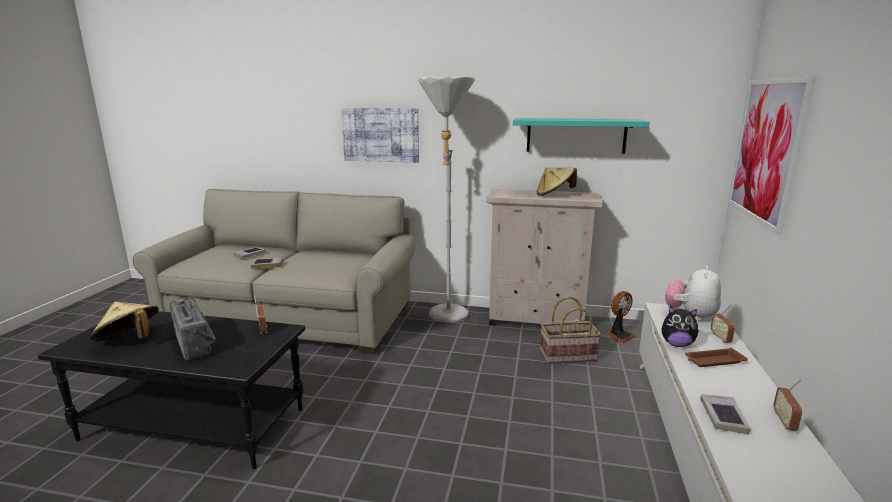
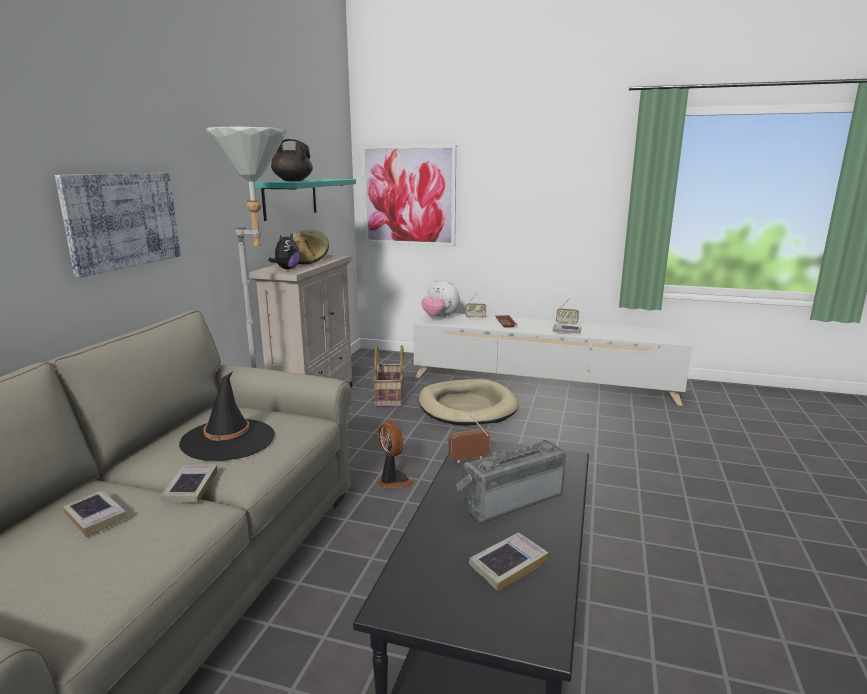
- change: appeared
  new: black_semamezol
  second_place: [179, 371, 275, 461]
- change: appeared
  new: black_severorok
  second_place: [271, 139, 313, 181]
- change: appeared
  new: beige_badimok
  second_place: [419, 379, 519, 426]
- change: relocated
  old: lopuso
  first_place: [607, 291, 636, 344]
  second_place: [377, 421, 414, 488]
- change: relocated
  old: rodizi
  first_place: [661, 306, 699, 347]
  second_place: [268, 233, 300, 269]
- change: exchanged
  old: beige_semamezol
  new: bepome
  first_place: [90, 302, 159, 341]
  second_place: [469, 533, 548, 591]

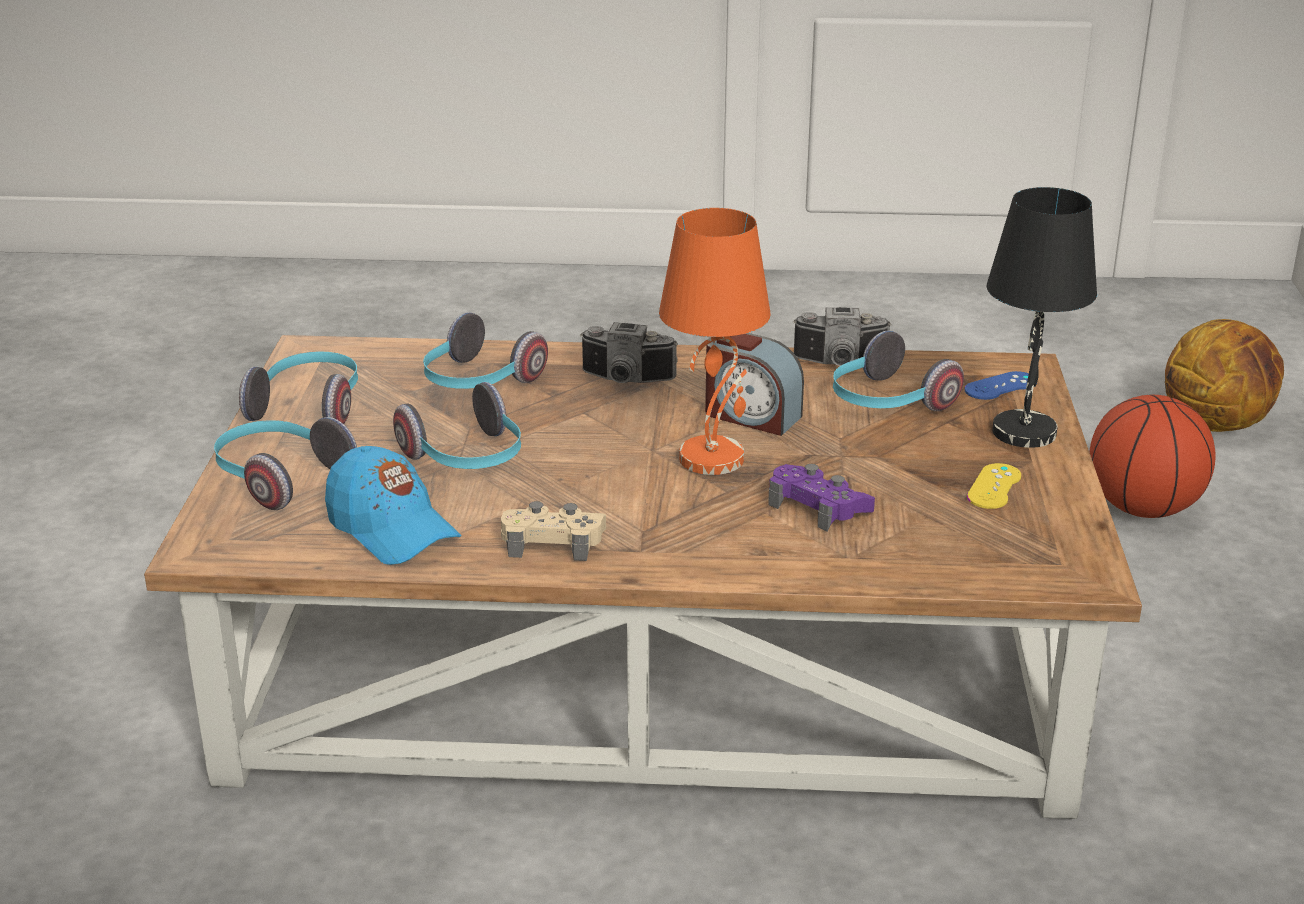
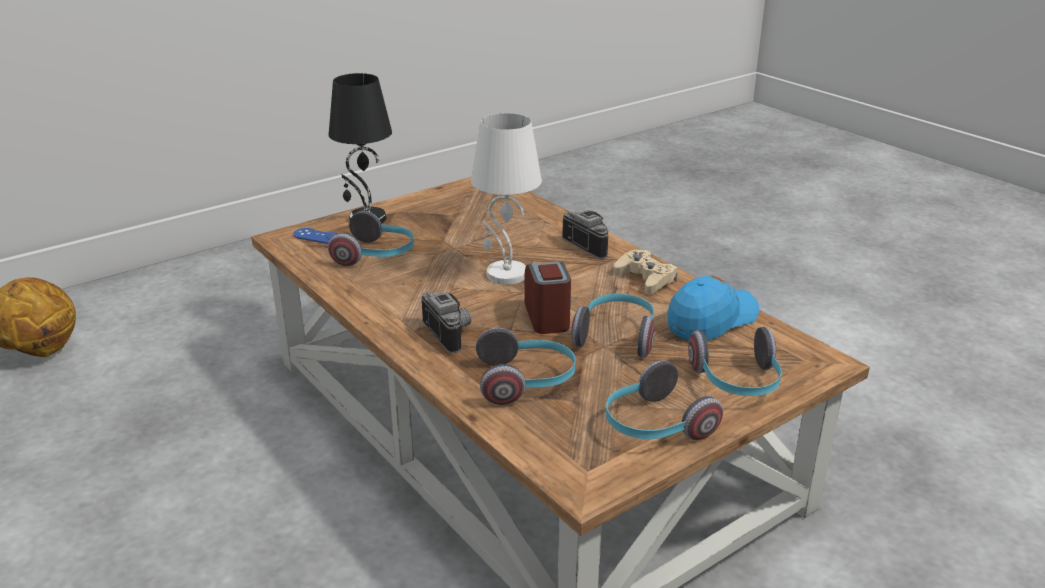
- change: missing
  old: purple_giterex
  first_place: [768, 464, 875, 532]
- change: missing
  old: yellow_giterex
  first_place: [967, 463, 1021, 509]
- change: missing
  old: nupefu
  first_place: [1090, 395, 1216, 518]
- change: relocated
  old: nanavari
  first_place: [705, 333, 804, 436]
  second_place: [524, 262, 571, 334]
- change: relocated
  old: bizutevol
  first_place: [792, 307, 892, 366]
  second_place: [562, 210, 608, 259]
- change: colour
  old: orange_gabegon
  new: white_gabegon
  first_place: [659, 208, 771, 475]
  second_place: [471, 113, 542, 285]
- change: spun
  old: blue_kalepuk
  first_place: [325, 446, 462, 565]
  second_place: [667, 275, 759, 341]
  degrees: 45

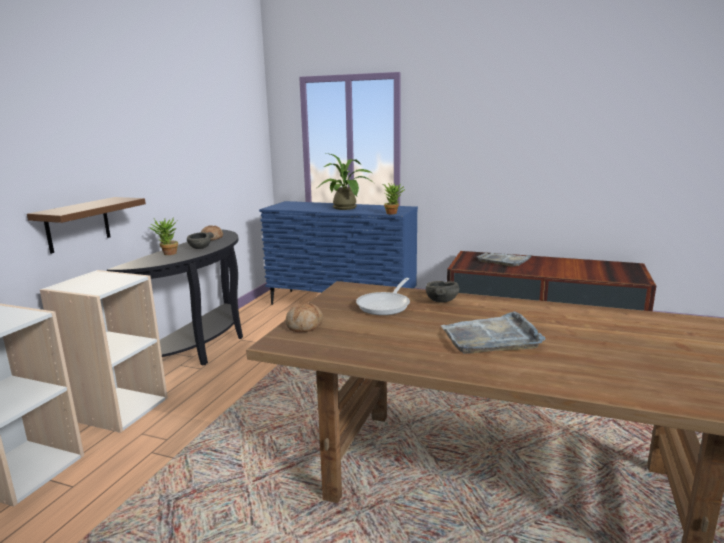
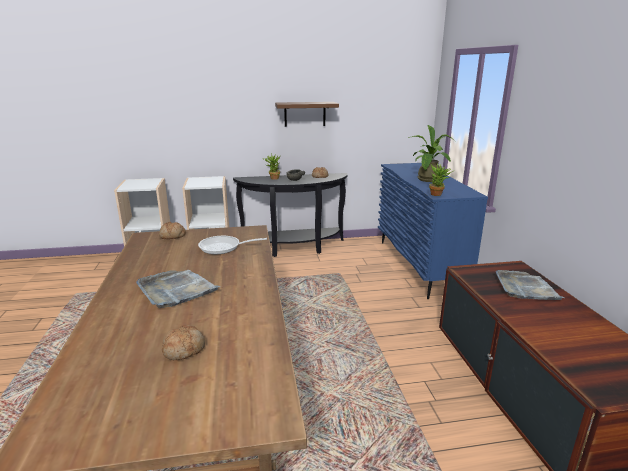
- change: missing
  old: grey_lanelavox
  first_place: [426, 281, 459, 303]
- change: appeared
  new: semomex
  second_place: [162, 325, 205, 360]
- change: relocated
  old: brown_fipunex
  first_place: [27, 197, 146, 254]
  second_place: [275, 102, 339, 127]

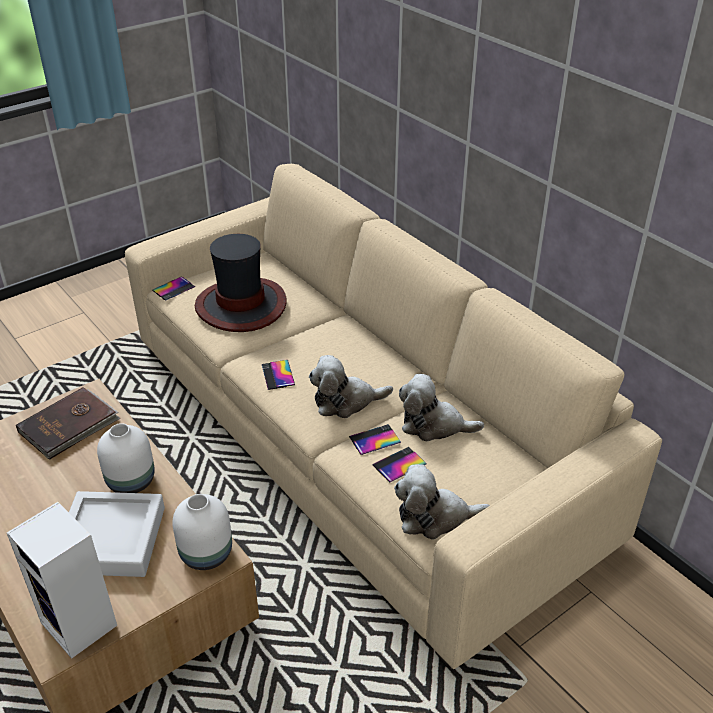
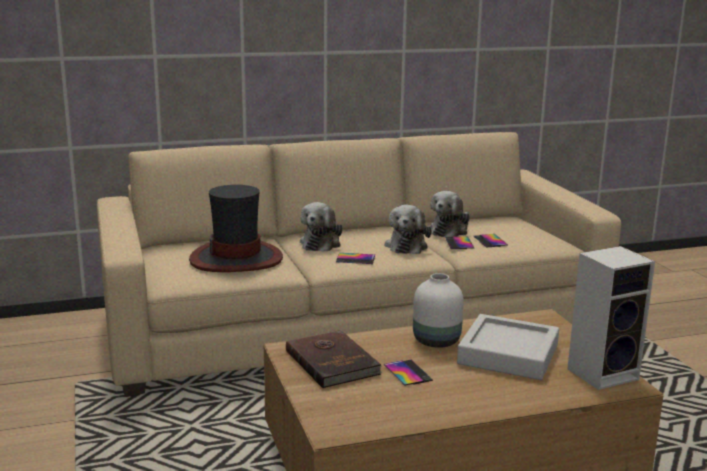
- change: missing
  old: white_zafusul
  first_place: [172, 494, 232, 570]
- change: relocated
  old: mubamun
  first_place: [152, 276, 195, 301]
  second_place: [384, 360, 433, 386]
- change: relocated
  old: rodizi
  first_place: [394, 464, 490, 540]
  second_place: [300, 202, 343, 251]

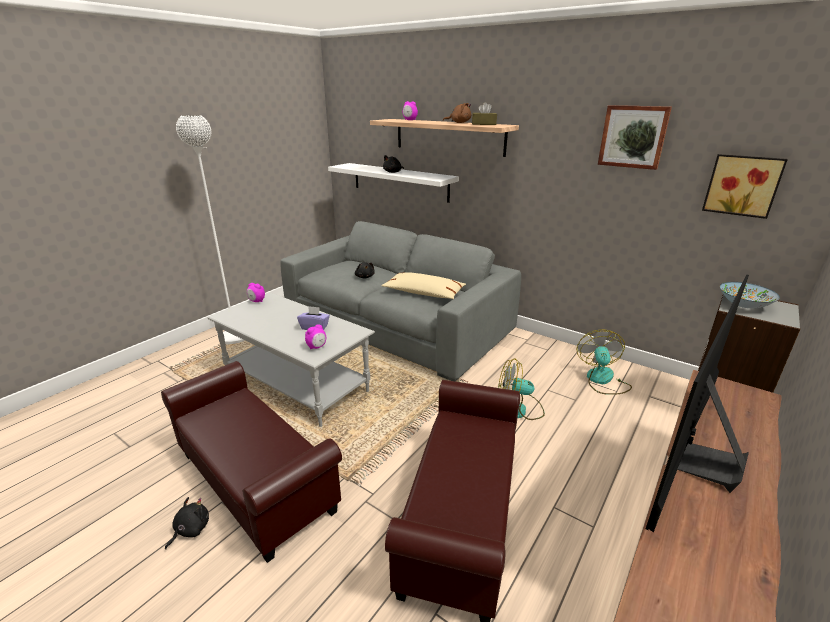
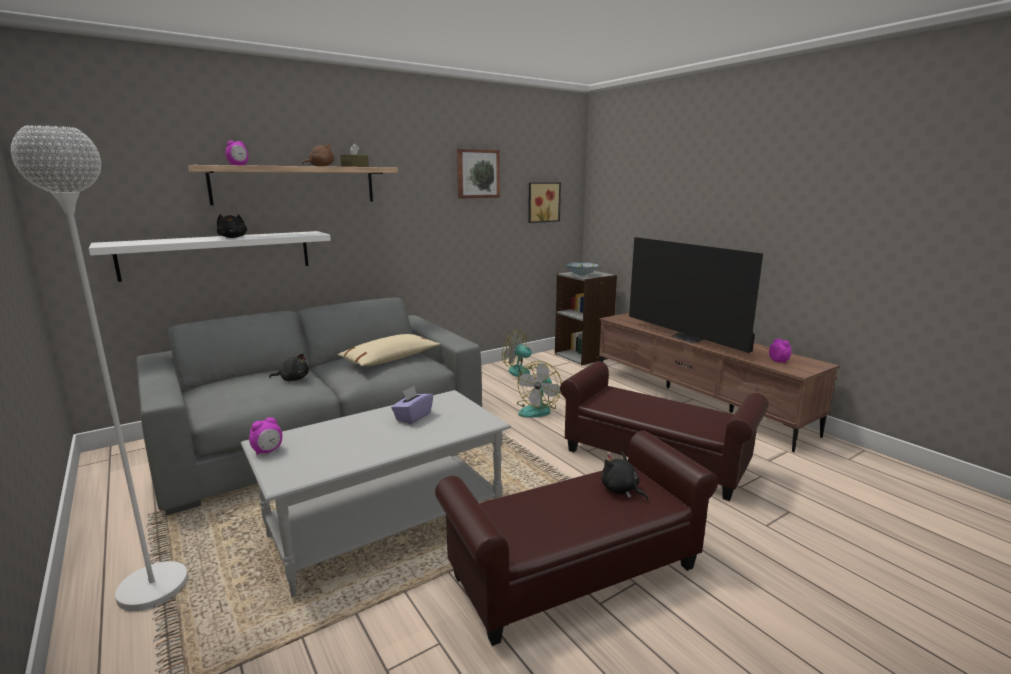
- change: relocated
  old: black_rodizi
  first_place: [165, 497, 209, 550]
  second_place: [601, 452, 648, 501]
- change: relocated
  old: nanavari
  first_place: [305, 325, 326, 350]
  second_place: [769, 339, 792, 363]

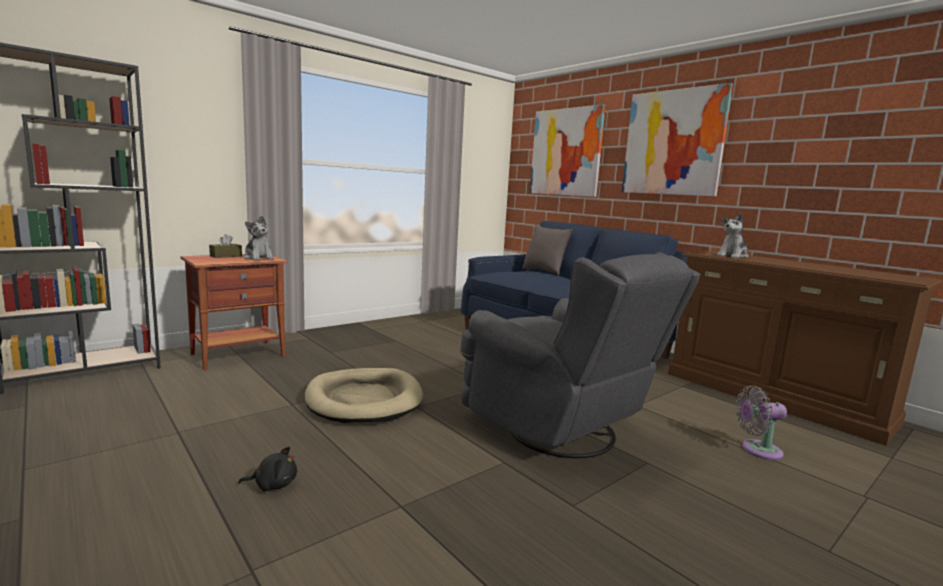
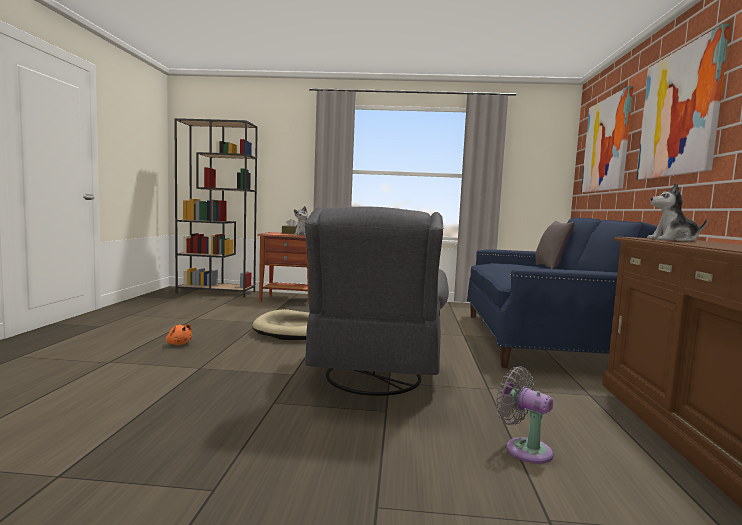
- change: colour
  old: black_rodizi
  new: orange_rodizi
  first_place: [238, 447, 297, 491]
  second_place: [166, 324, 192, 345]

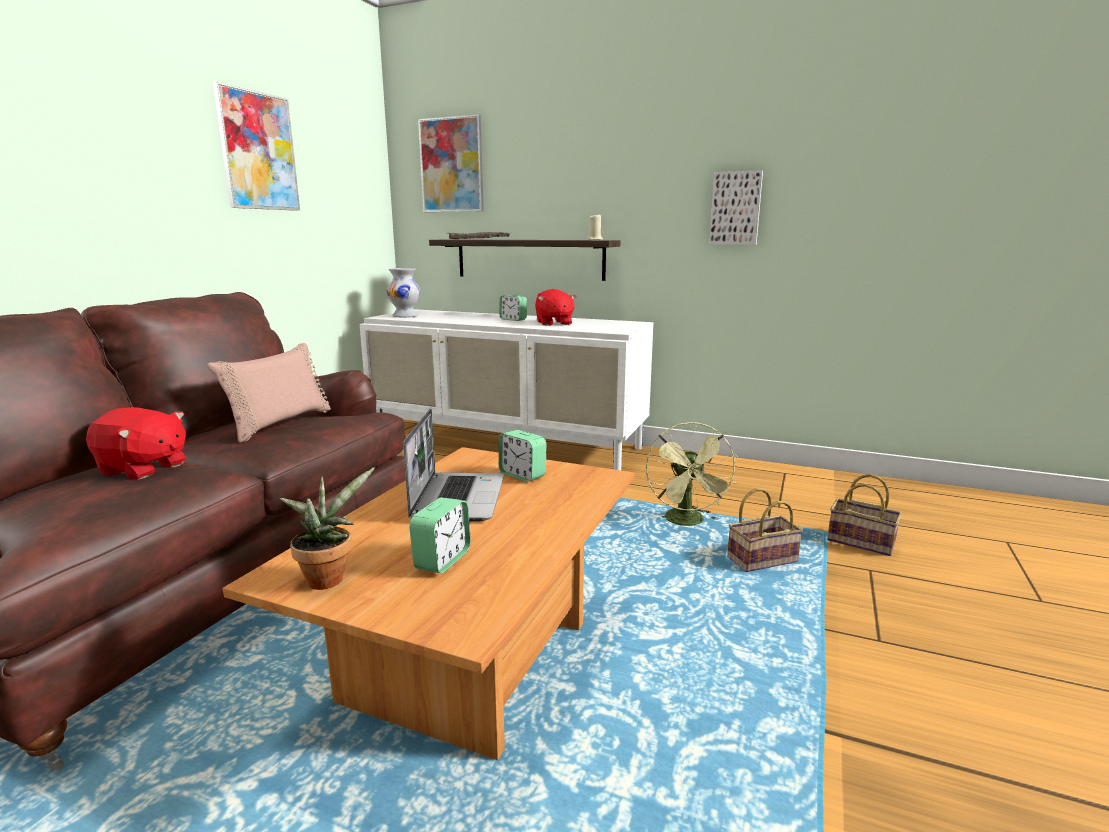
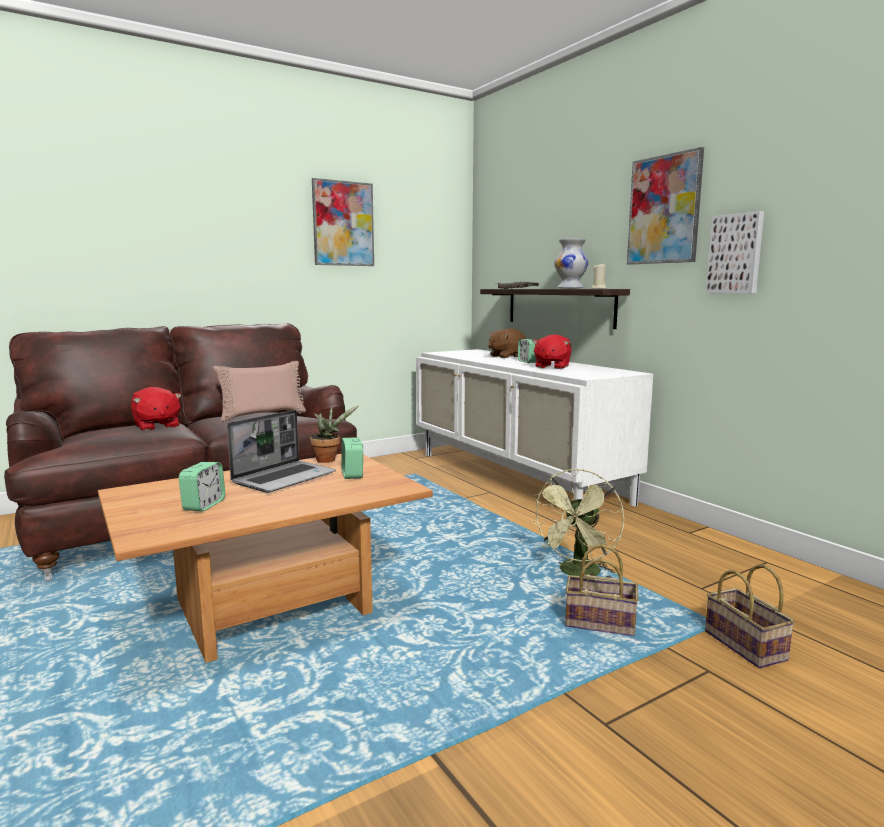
- change: appeared
  new: brown_rodizi
  second_place: [488, 328, 526, 358]
- change: relocated
  old: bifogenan
  first_place: [279, 468, 375, 590]
  second_place: [310, 405, 359, 463]
- change: relocated
  old: white_zafusul
  first_place: [387, 268, 421, 317]
  second_place: [554, 239, 588, 289]
- change: relocated
  old: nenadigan
  first_place: [418, 114, 484, 212]
  second_place: [627, 147, 704, 265]
- change: spun
  old: nanavari
  first_place: [409, 497, 471, 573]
  second_place: [179, 462, 225, 512]
  degrees: -45

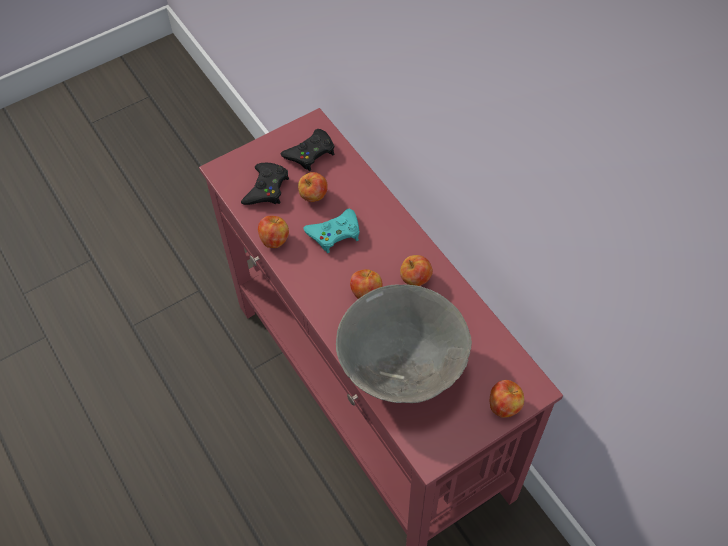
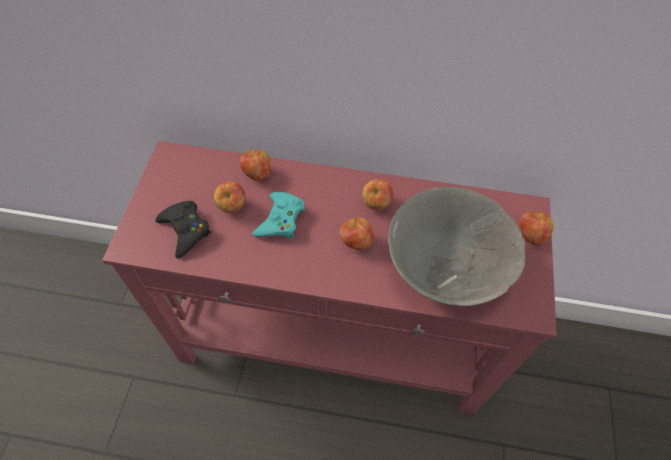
- change: missing
  old: black_giterex
  first_place: [280, 129, 334, 171]
- change: relocated
  old: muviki
  first_place: [258, 216, 289, 248]
  second_place: [240, 149, 271, 181]

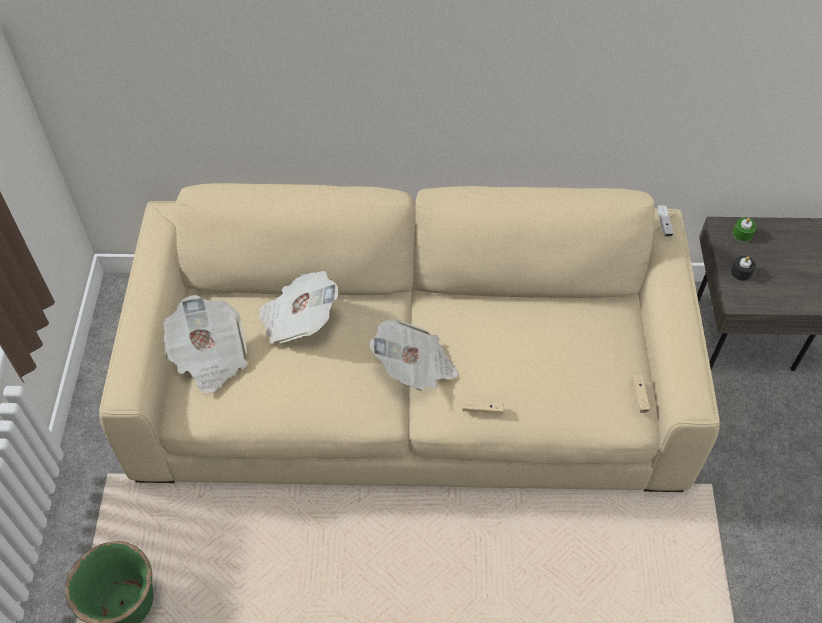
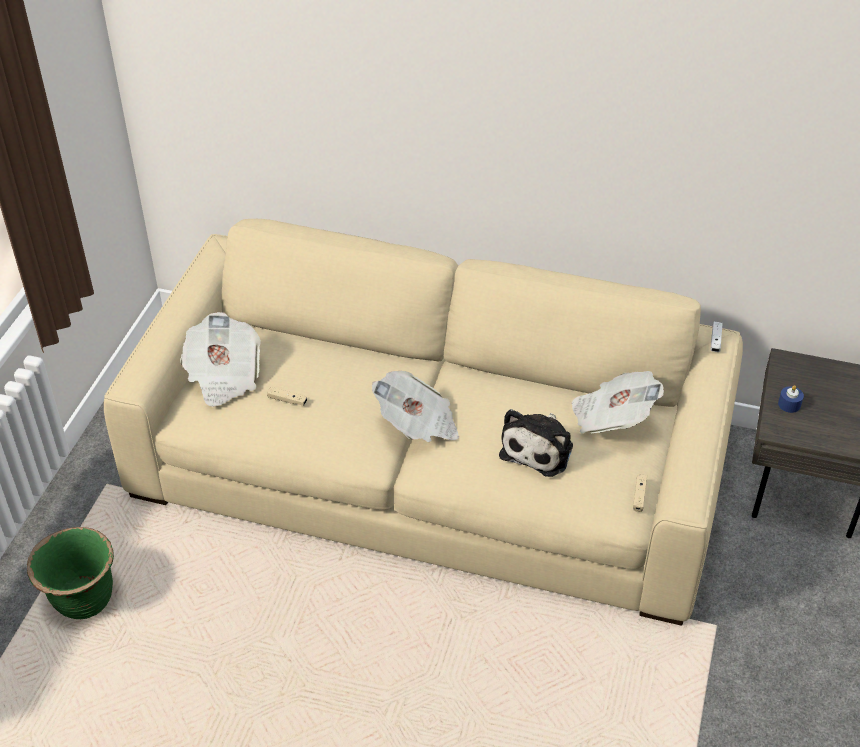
- change: missing
  old: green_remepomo
  first_place: [732, 218, 756, 242]
- change: appeared
  new: rodizi
  second_place: [499, 409, 573, 477]
- change: relocated
  old: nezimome
  first_place: [258, 271, 339, 344]
  second_place: [571, 371, 664, 434]
- change: relocated
  old: beige_giterex
  first_place: [462, 400, 504, 414]
  second_place: [267, 387, 307, 406]
- change: colour
  old: black_remepomo
  new: blue_remepomo
  first_place: [731, 256, 756, 281]
  second_place: [778, 385, 804, 413]

